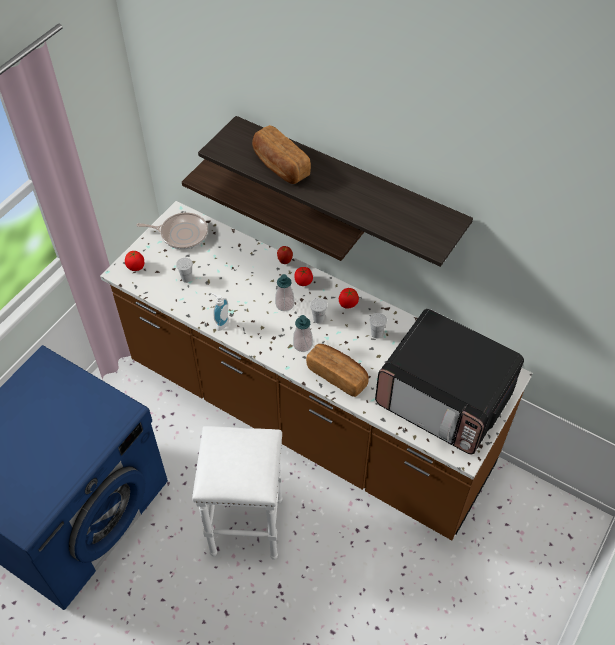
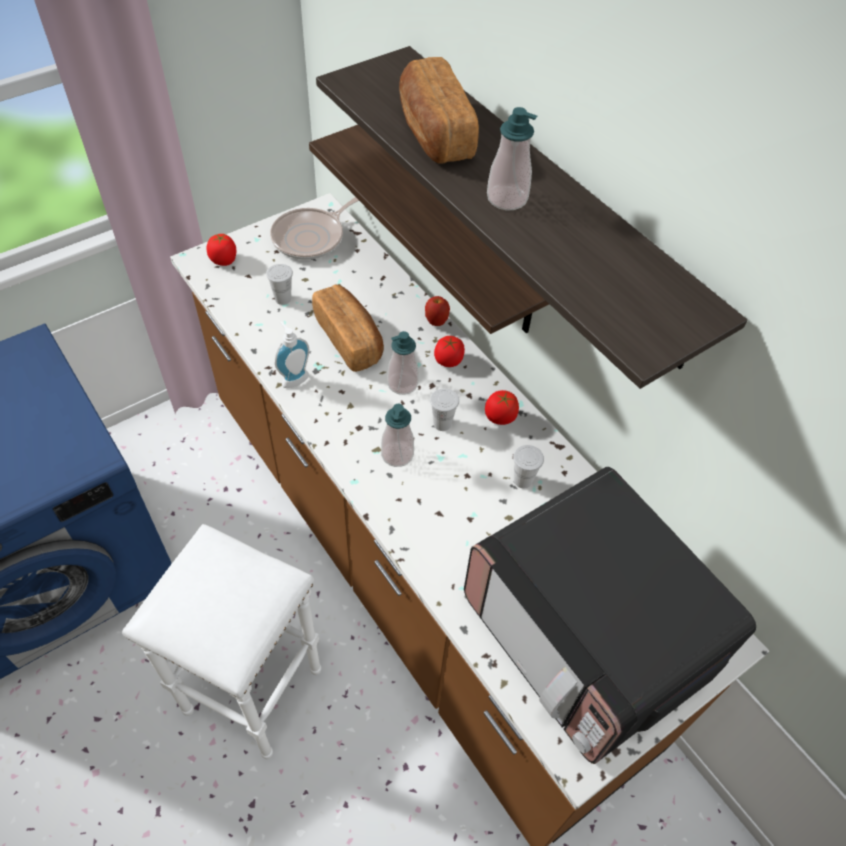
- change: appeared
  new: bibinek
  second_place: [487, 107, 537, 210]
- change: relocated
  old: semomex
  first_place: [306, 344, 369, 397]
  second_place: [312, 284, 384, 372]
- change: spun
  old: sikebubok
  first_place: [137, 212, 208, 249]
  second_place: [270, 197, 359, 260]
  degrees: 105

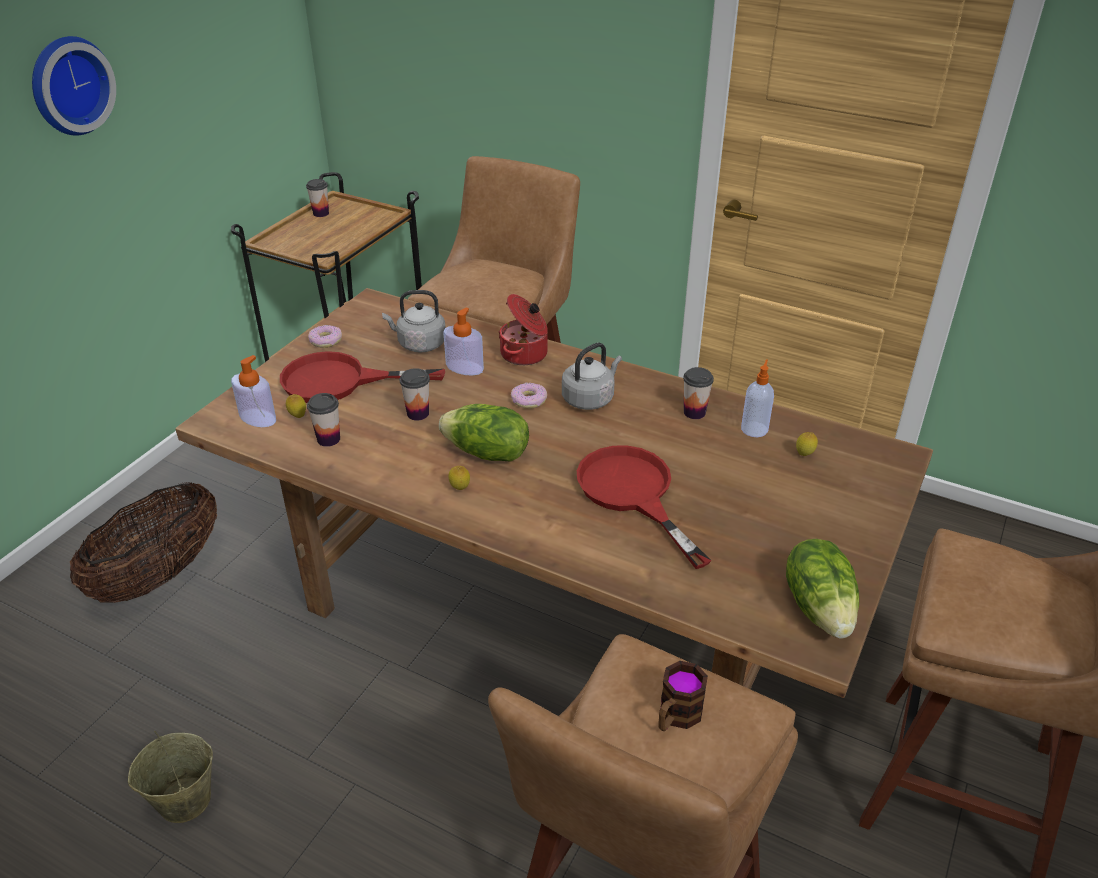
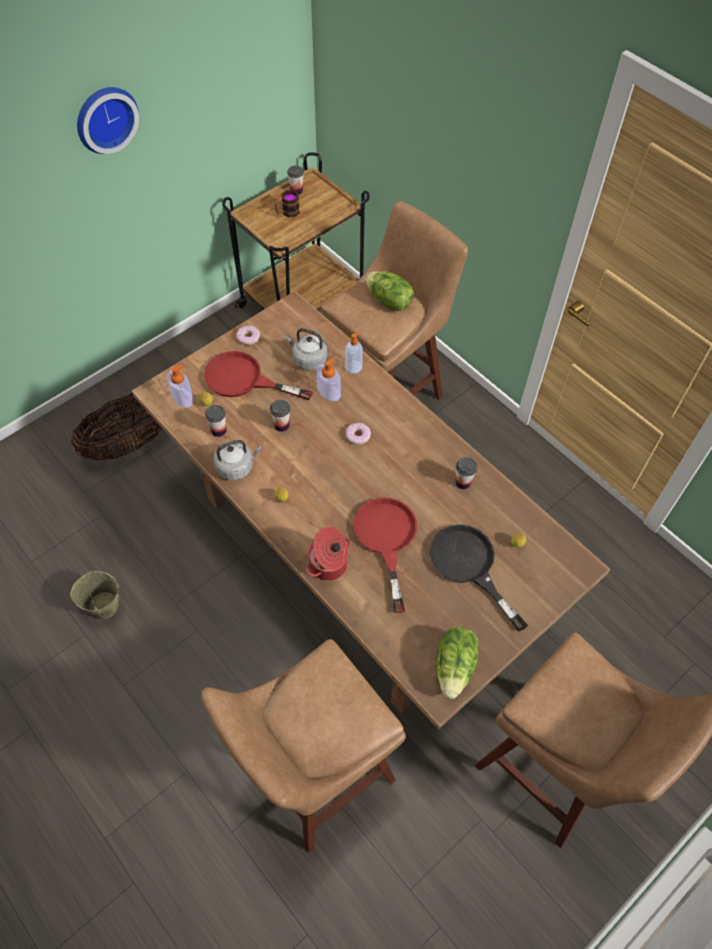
- change: appeared
  new: black_sikebubok
  second_place: [430, 524, 528, 631]
- change: relocated
  old: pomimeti
  first_place: [439, 404, 529, 462]
  second_place: [365, 271, 414, 311]
- change: relocated
  old: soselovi
  first_place: [498, 294, 548, 365]
  second_place: [306, 527, 351, 580]
- change: relocated
  old: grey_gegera
  first_place: [562, 343, 622, 410]
  second_place: [213, 440, 262, 480]
- change: relocated
  old: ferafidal
  first_place: [658, 661, 708, 731]
  second_place: [275, 190, 300, 218]
- change: relocated
  old: bibinek
  first_place: [741, 359, 774, 437]
  second_place: [345, 329, 363, 374]

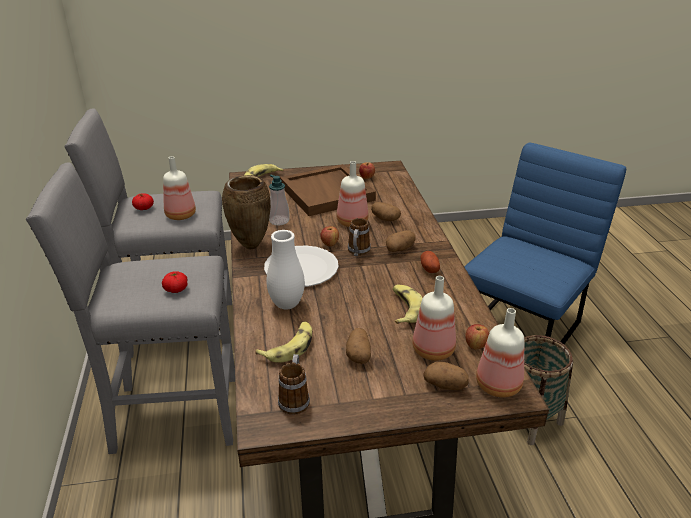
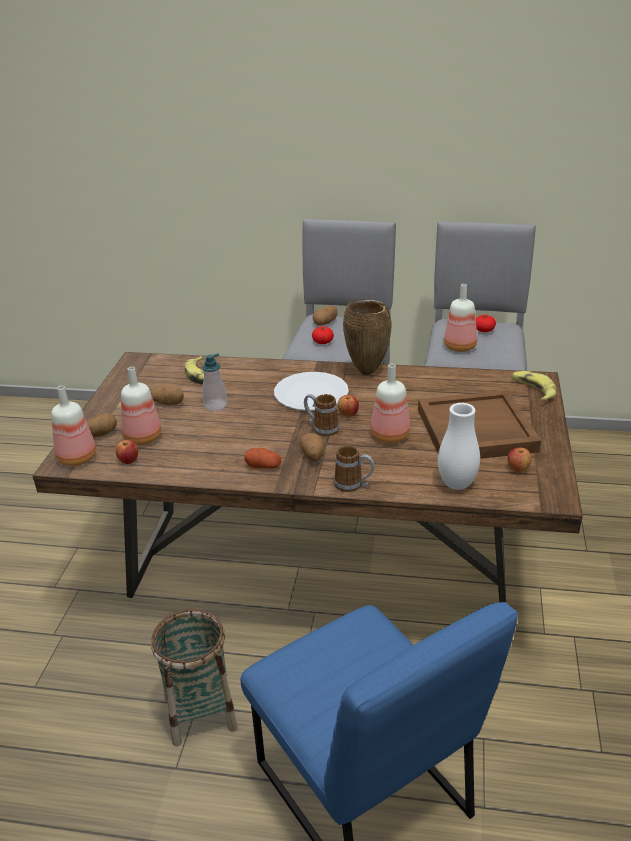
- change: missing
  old: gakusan
  first_place: [393, 285, 423, 324]
- change: relocated
  old: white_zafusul
  first_place: [266, 230, 305, 309]
  second_place: [438, 403, 480, 490]
- change: relocated
  old: bibinek
  first_place: [269, 174, 290, 225]
  second_place: [202, 353, 227, 411]
- change: relocated
  old: ferafidal
  first_place: [278, 354, 310, 415]
  second_place: [334, 445, 374, 492]
- change: relocated
  old: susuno
  first_place: [371, 202, 401, 221]
  second_place: [313, 305, 337, 326]

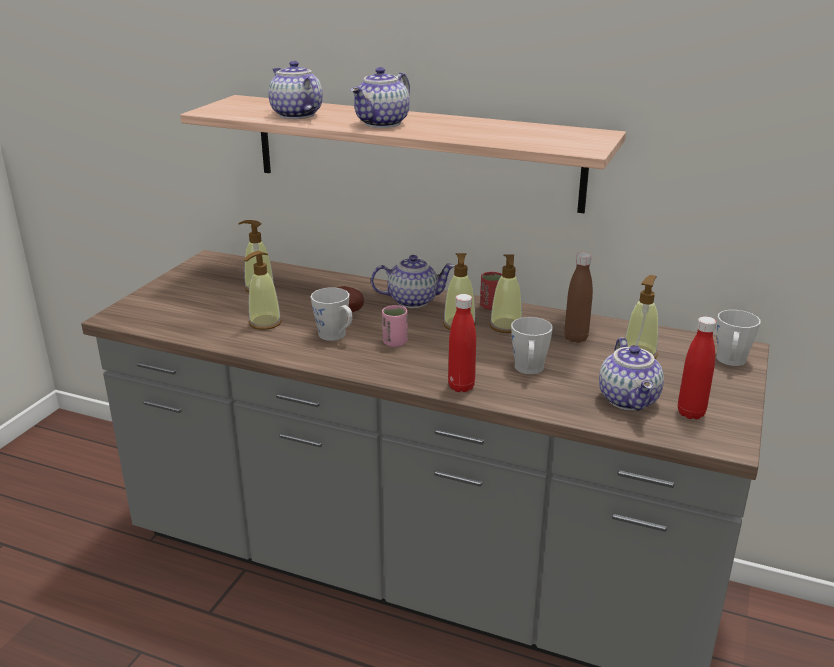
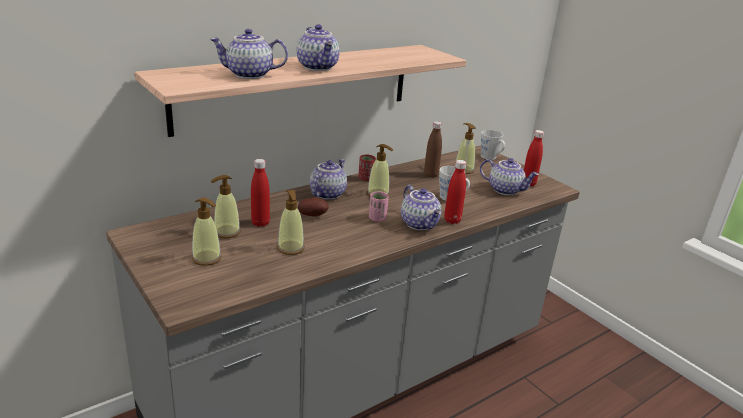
- change: missing
  old: grey_ferafidal
  first_place: [311, 288, 353, 341]
- change: appeared
  new: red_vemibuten
  second_place: [251, 159, 270, 227]
- change: appeared
  new: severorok
  second_place: [401, 185, 442, 230]
- change: relocated
  old: bibinek
  first_place: [490, 254, 522, 333]
  second_place: [192, 197, 221, 266]

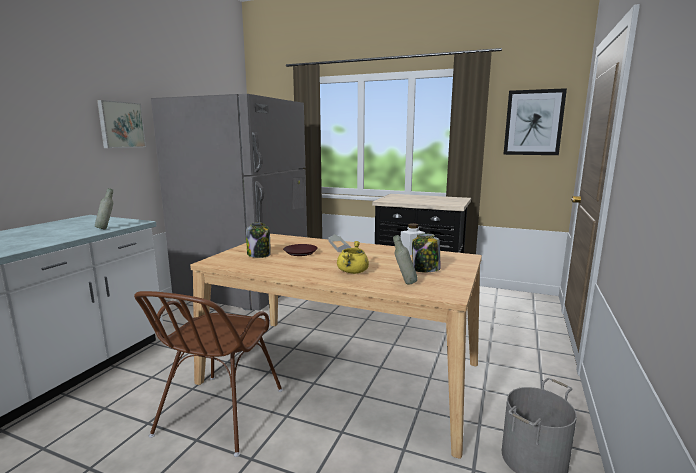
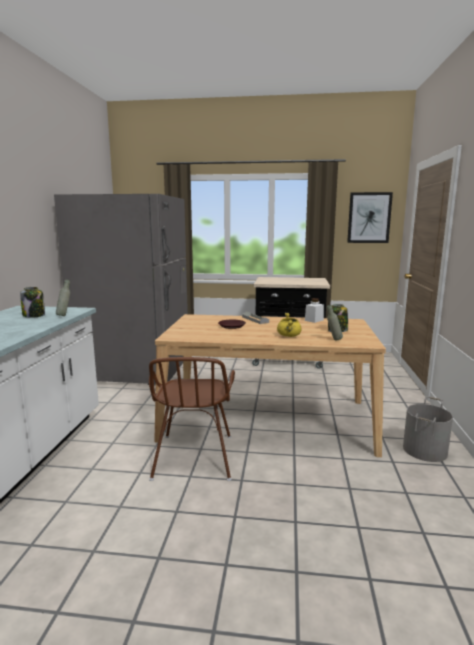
- change: missing
  old: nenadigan
  first_place: [97, 100, 146, 148]
- change: relocated
  old: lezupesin
  first_place: [246, 222, 271, 258]
  second_place: [20, 287, 45, 318]

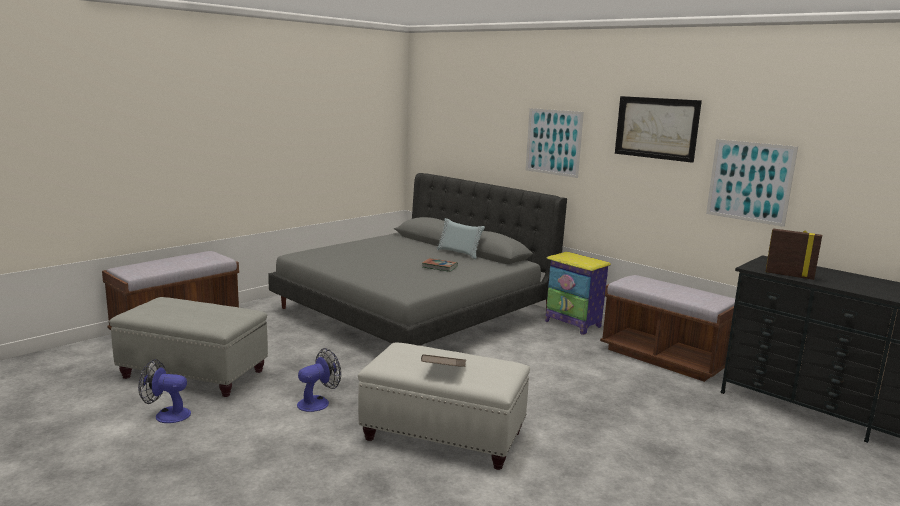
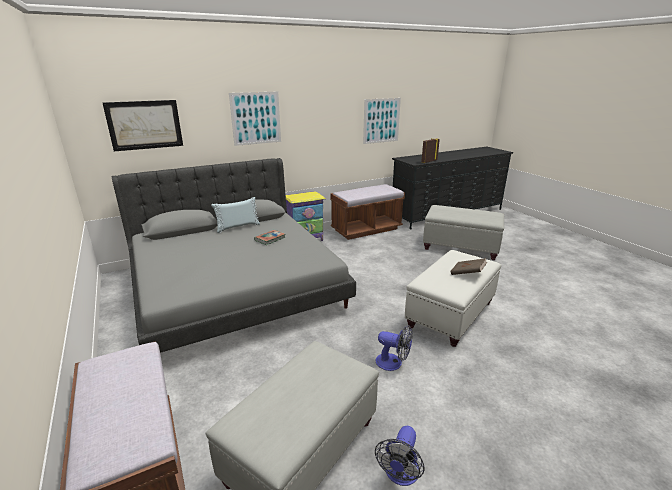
- change: appeared
  new: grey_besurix
  second_place: [423, 205, 504, 260]
- change: relocated
  old: nenadigan
  first_place: [615, 96, 702, 163]
  second_place: [103, 100, 183, 151]
- change: spun
  old: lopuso
  first_place: [297, 348, 341, 412]
  second_place: [376, 325, 413, 371]
  degrees: 135

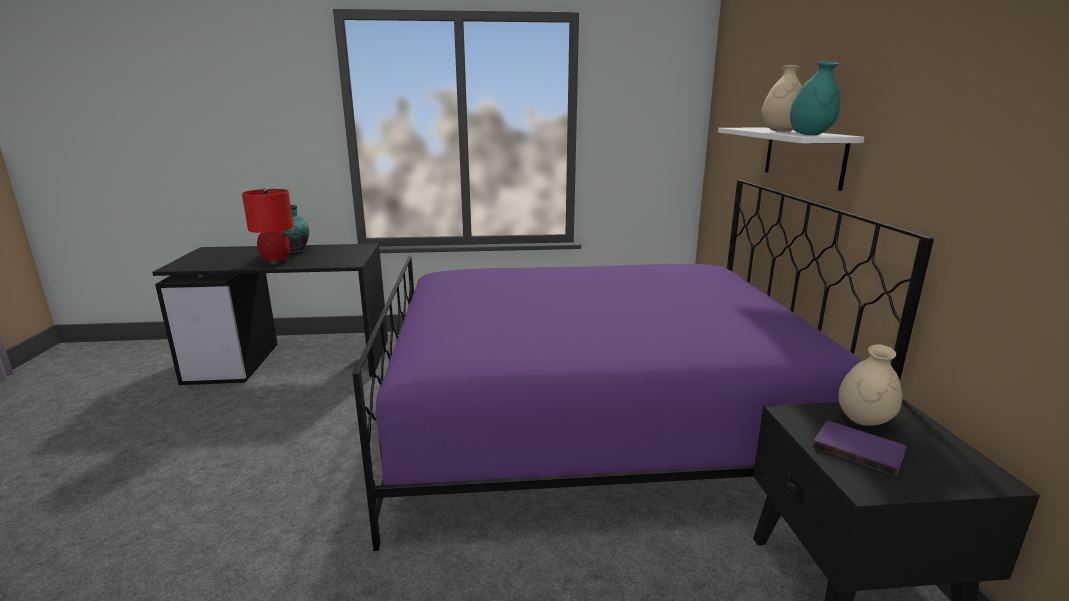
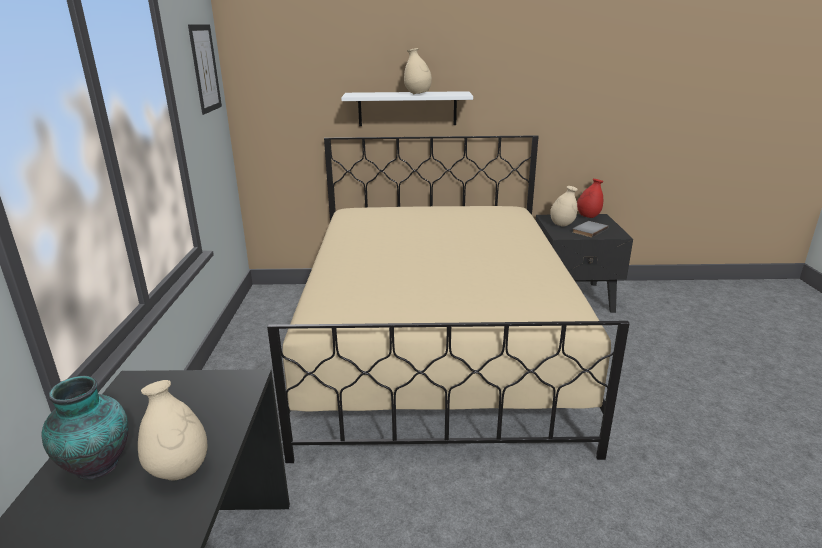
- change: missing
  old: turquoise_zafusul
  first_place: [790, 61, 840, 135]
- change: appeared
  new: nenadigan
  second_place: [188, 24, 222, 115]
- change: appeared
  new: red_zafusul
  second_place: [577, 179, 603, 218]
- change: exchanged
  old: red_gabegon
  new: beige_zafusul
  first_place: [242, 188, 294, 265]
  second_place: [138, 380, 207, 481]
- change: colour
  old: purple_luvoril
  new: beige_luvoril
  first_place: [353, 180, 934, 551]
  second_place: [267, 135, 630, 463]
- change: colour
  old: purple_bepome
  new: grey_bepome
  first_place: [813, 421, 906, 477]
  second_place: [572, 221, 608, 238]

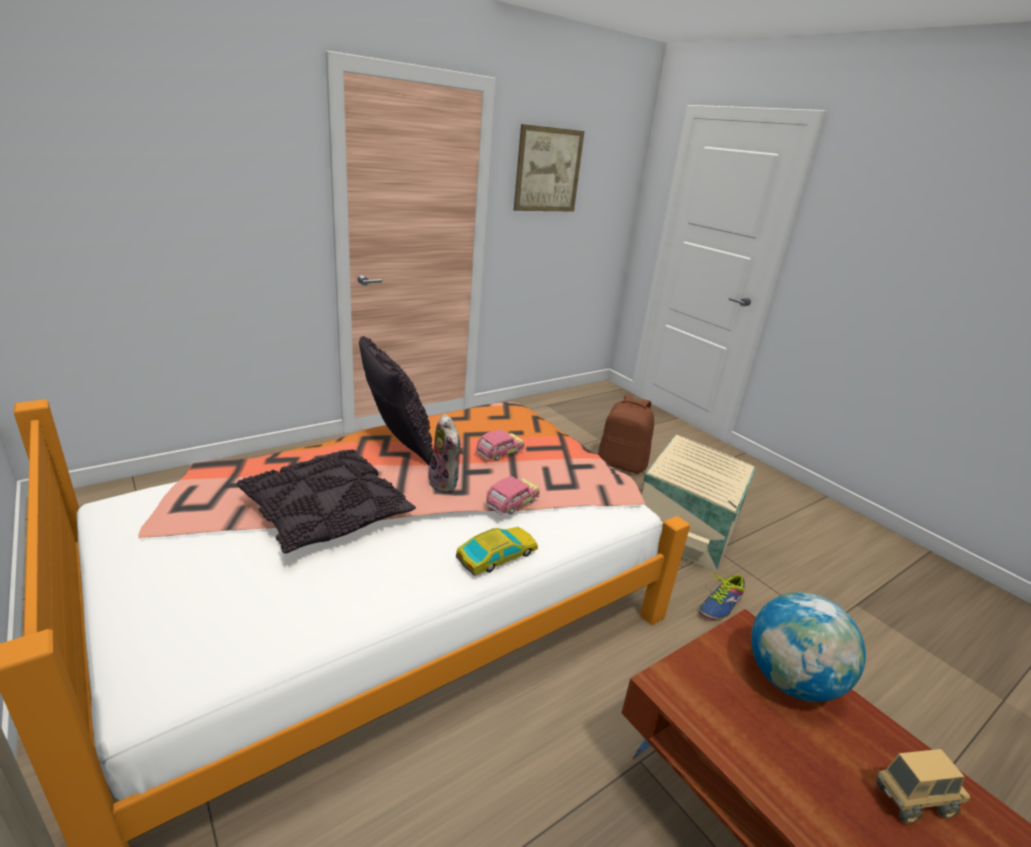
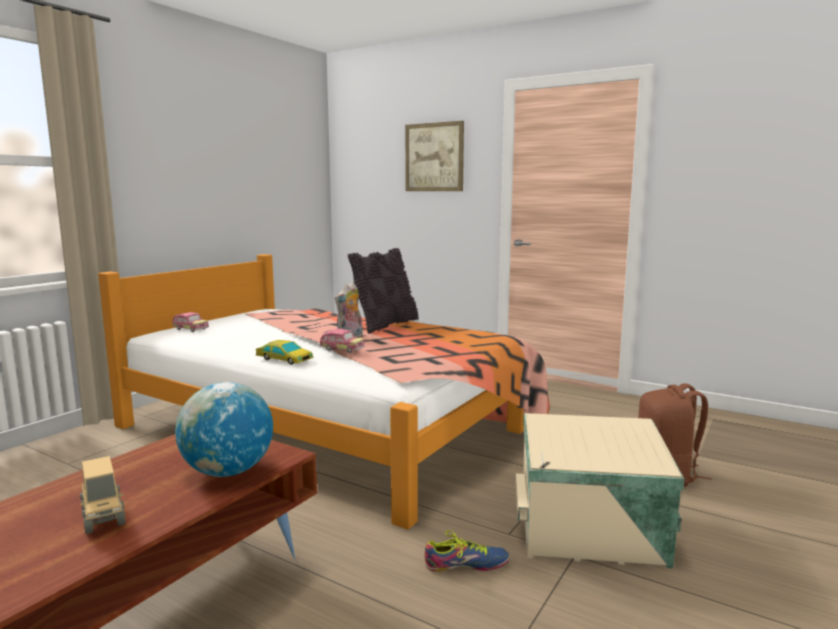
- change: missing
  old: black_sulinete
  first_place: [237, 449, 416, 554]
- change: relocated
  old: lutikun
  first_place: [475, 430, 524, 461]
  second_place: [172, 312, 209, 332]
- change: relocated
  old: nenadigan
  first_place: [514, 124, 585, 211]
  second_place: [405, 121, 464, 191]
- change: spun
  old: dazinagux
  first_place: [699, 568, 746, 620]
  second_place: [424, 531, 510, 572]
  degrees: 150

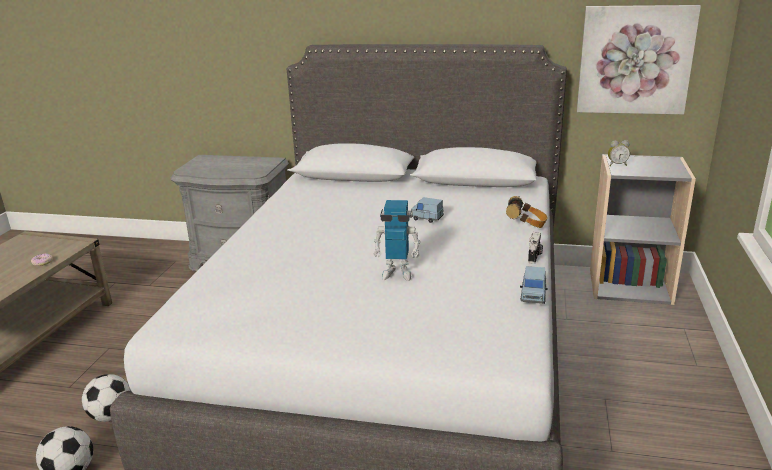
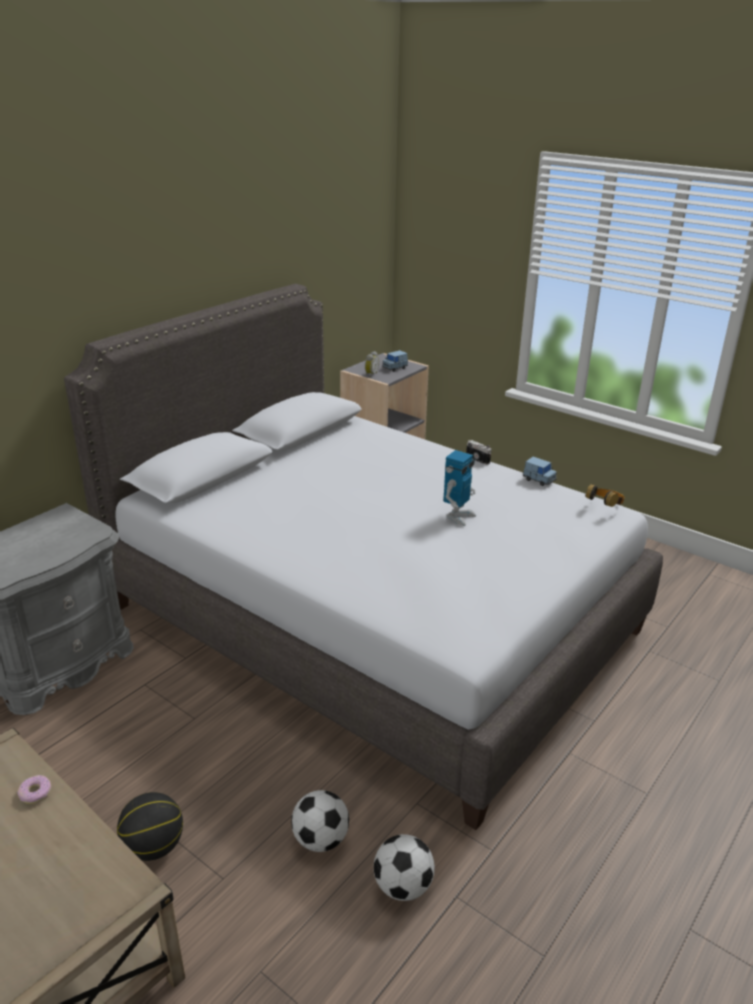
- change: missing
  old: nenadigan
  first_place: [577, 5, 701, 114]
- change: appeared
  new: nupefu
  second_place: [117, 792, 183, 861]
- change: relocated
  old: blue_lutikun
  first_place: [411, 197, 444, 223]
  second_place: [382, 350, 408, 372]
- change: relocated
  old: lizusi
  first_place: [506, 196, 548, 228]
  second_place: [586, 484, 625, 507]

